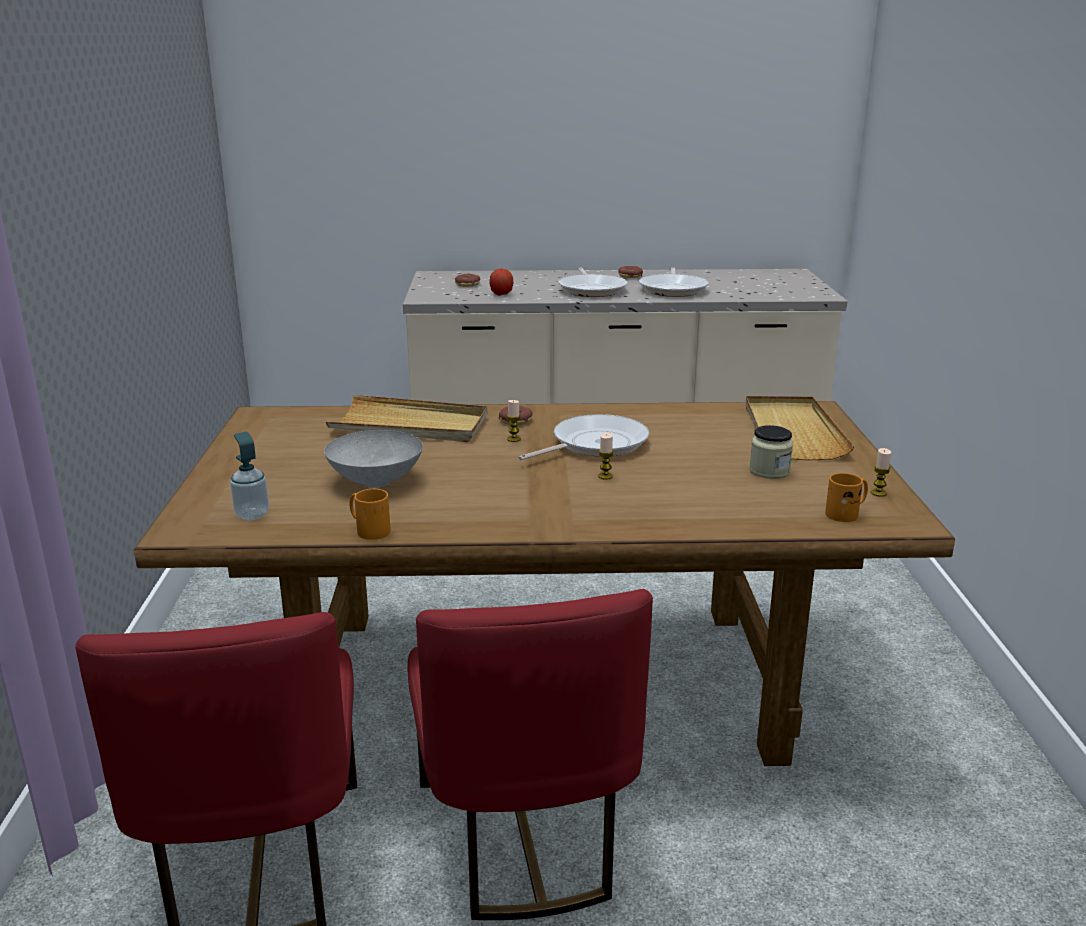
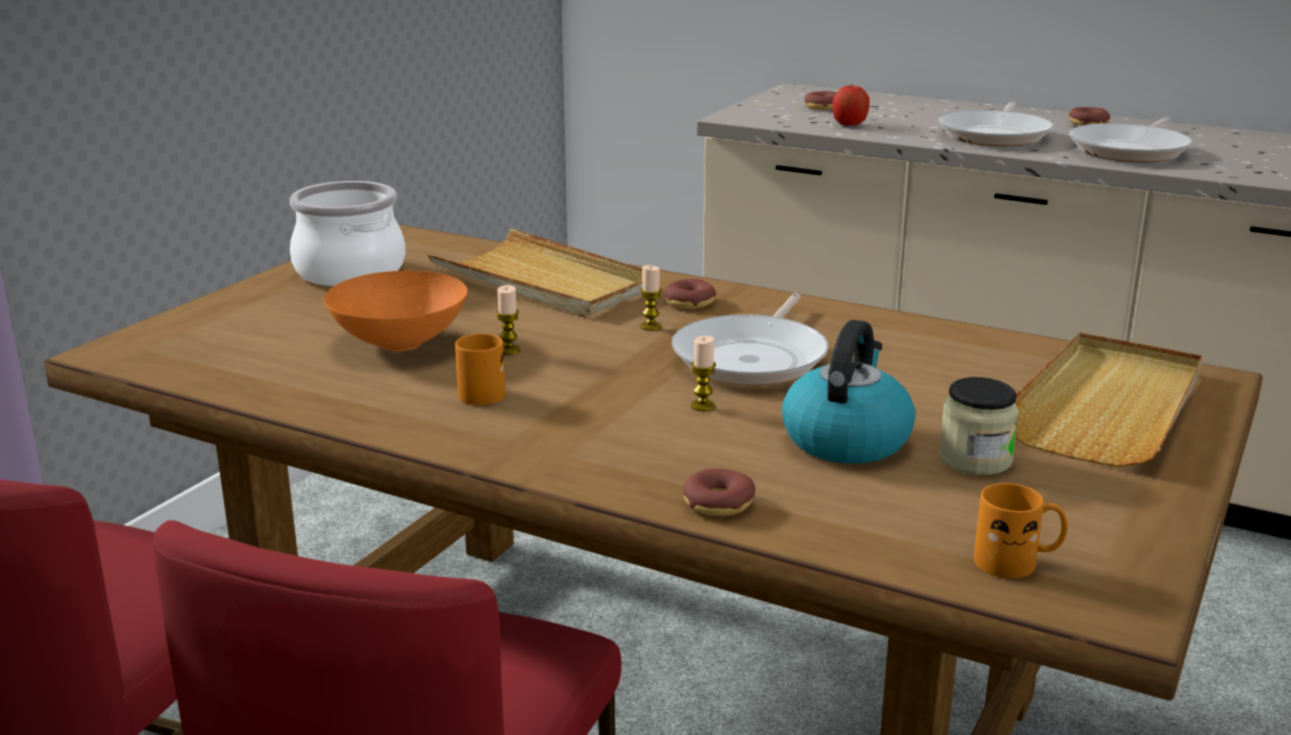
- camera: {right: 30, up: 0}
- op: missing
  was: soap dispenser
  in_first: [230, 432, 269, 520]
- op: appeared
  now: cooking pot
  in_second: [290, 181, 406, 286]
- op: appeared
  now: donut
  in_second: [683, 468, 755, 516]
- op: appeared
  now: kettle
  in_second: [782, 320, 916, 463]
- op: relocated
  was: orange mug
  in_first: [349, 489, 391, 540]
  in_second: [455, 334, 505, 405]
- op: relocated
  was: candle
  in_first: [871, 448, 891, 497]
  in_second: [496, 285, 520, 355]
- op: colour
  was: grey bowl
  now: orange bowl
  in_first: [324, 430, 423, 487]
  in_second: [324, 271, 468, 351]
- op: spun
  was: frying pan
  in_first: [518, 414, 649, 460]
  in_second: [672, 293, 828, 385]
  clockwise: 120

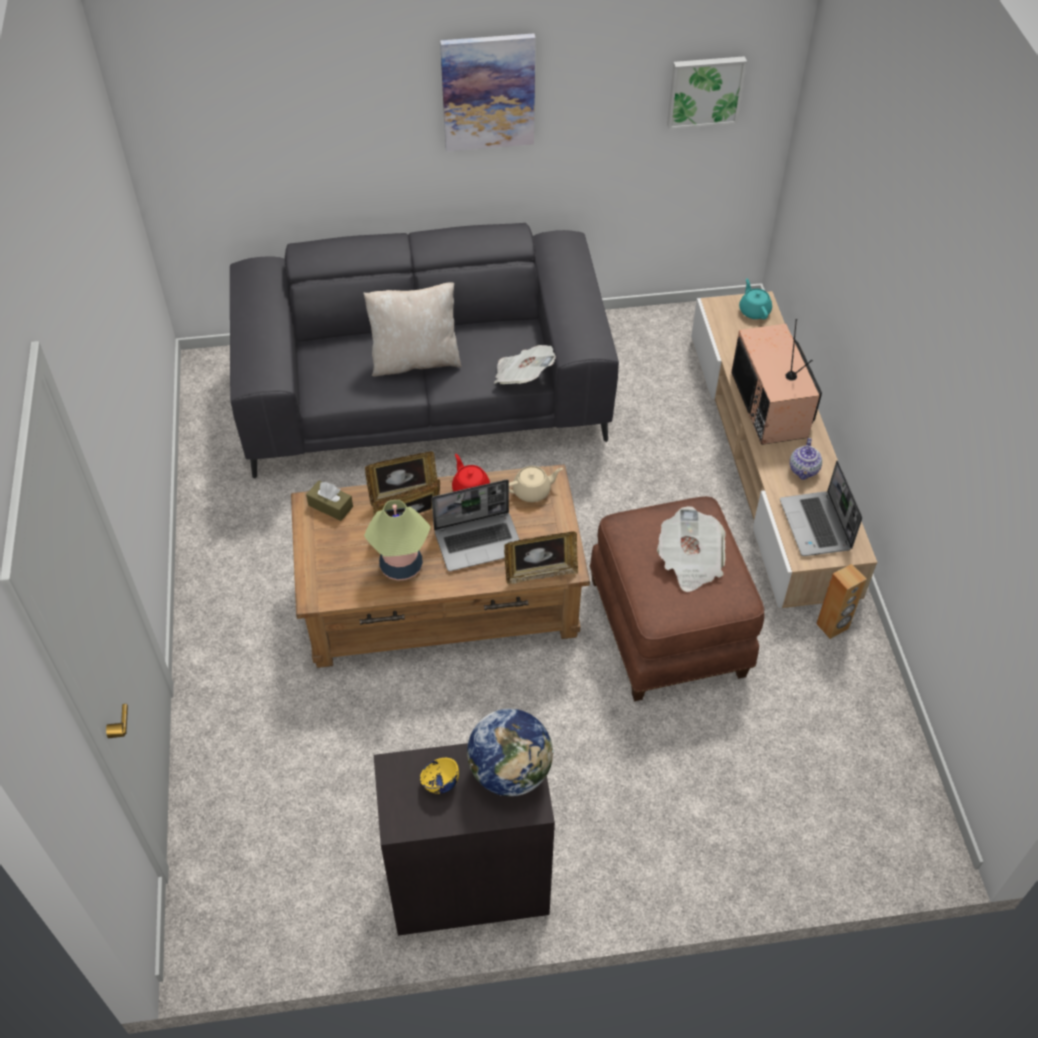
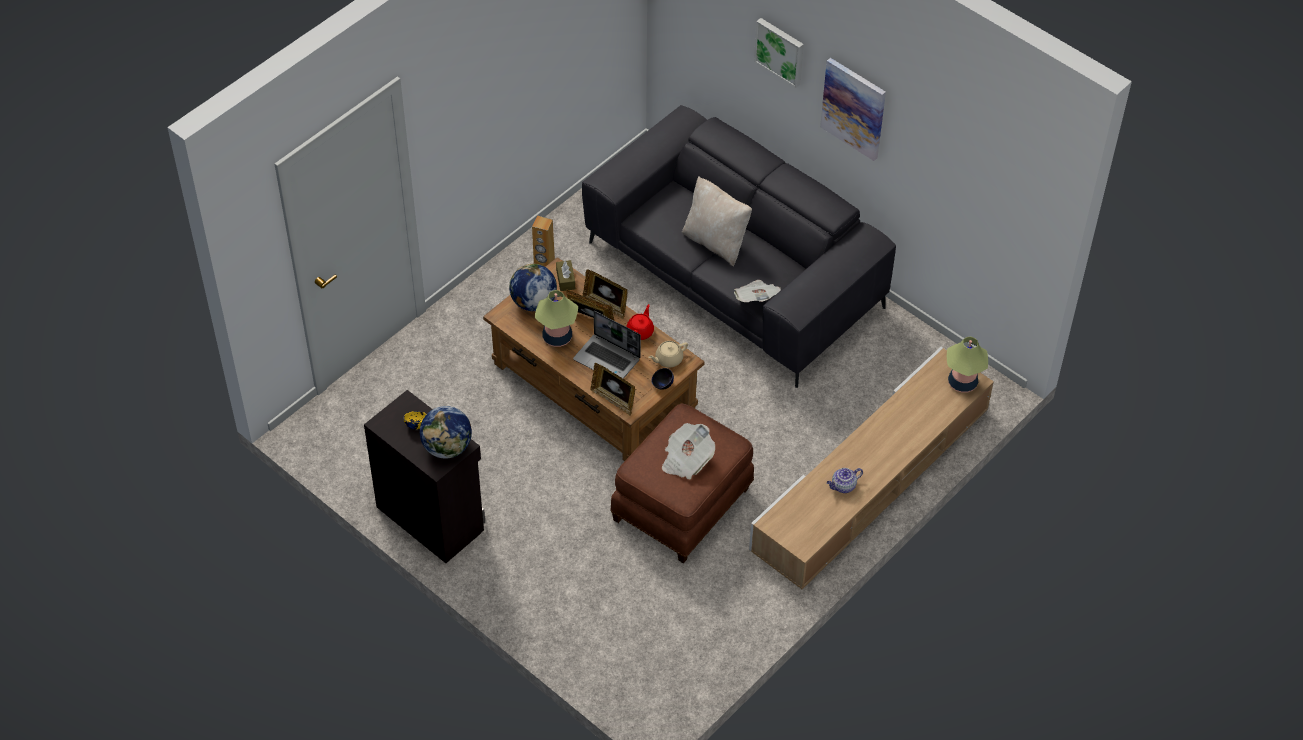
- camera: {right: 50, up: 0}
- op: missing
  was: television
  in_first: [731, 319, 822, 445]
- op: missing
  was: laptop
  in_first: [780, 460, 862, 556]
- op: appeared
  now: globe
  in_second: [509, 264, 557, 311]
- op: appeared
  now: black bowl
  in_second: [652, 368, 674, 390]
- op: relocated
  was: picture
  in_first: [667, 56, 747, 130]
  in_second: [754, 18, 804, 88]
- op: relocated
  was: brown speaker
  in_first: [816, 564, 867, 639]
  in_second: [532, 216, 555, 267]
- op: exchanged
  was: turquoise teapot
  now: table lamp
  in_first: [739, 278, 772, 319]
  in_second: [947, 337, 988, 393]
- op: spun
  was: beige teapot
  in_first: [509, 466, 563, 502]
  in_second: [648, 341, 688, 368]
  clockwise: 120

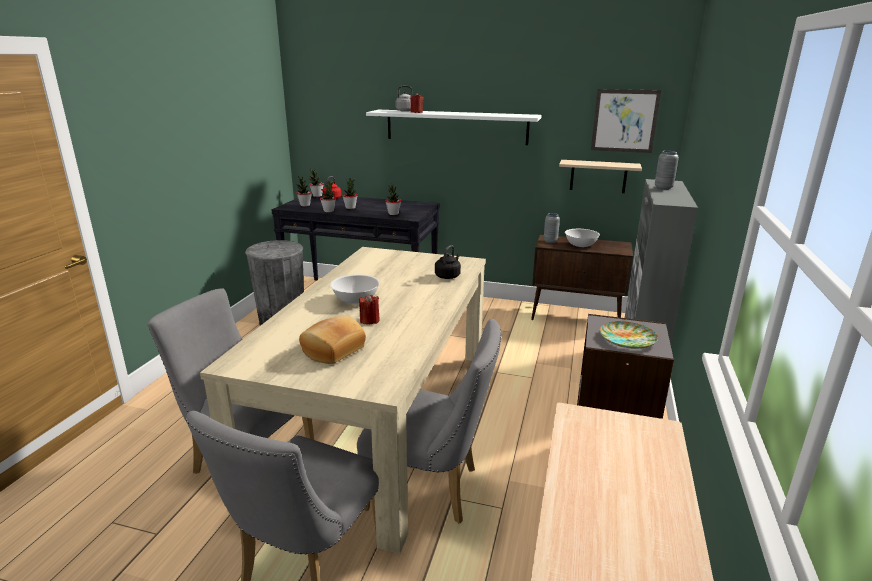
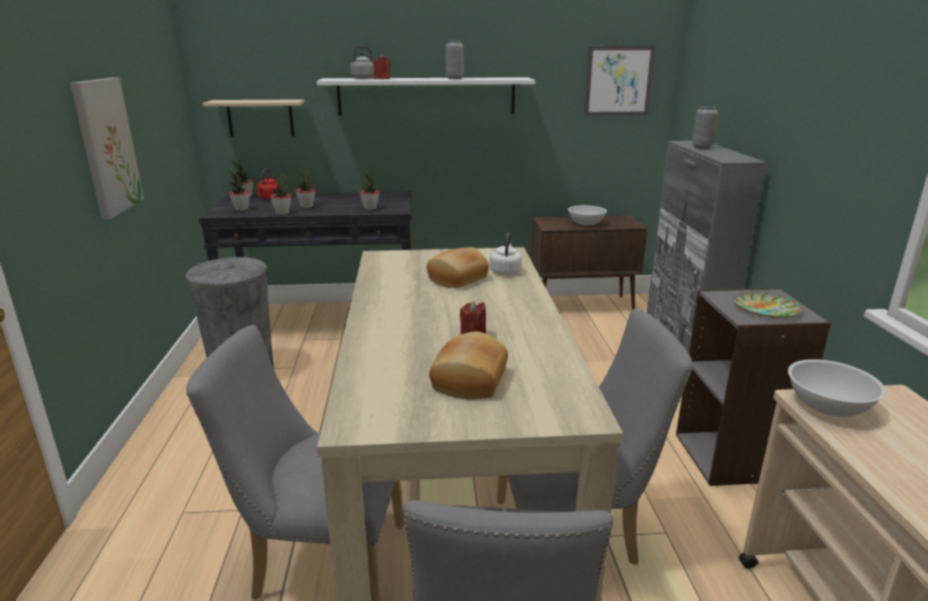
- camera: {right: -20, up: 0}
- op: appeared
  now: picture
  in_second: [70, 77, 144, 220]
- op: appeared
  now: bread
  in_second: [427, 247, 489, 288]
- op: relocated
  was: white bowl
  in_first: [330, 274, 380, 304]
  in_second: [788, 359, 886, 417]
- op: relocated
  was: grey vase
  in_first: [544, 213, 560, 243]
  in_second: [445, 41, 464, 79]
- op: relocated
  was: beige shelf
  in_first: [559, 160, 642, 193]
  in_second: [202, 99, 305, 137]
- op: colour
  was: black kettle
  now: white kettle
  in_first: [435, 245, 461, 279]
  in_second: [489, 233, 522, 275]

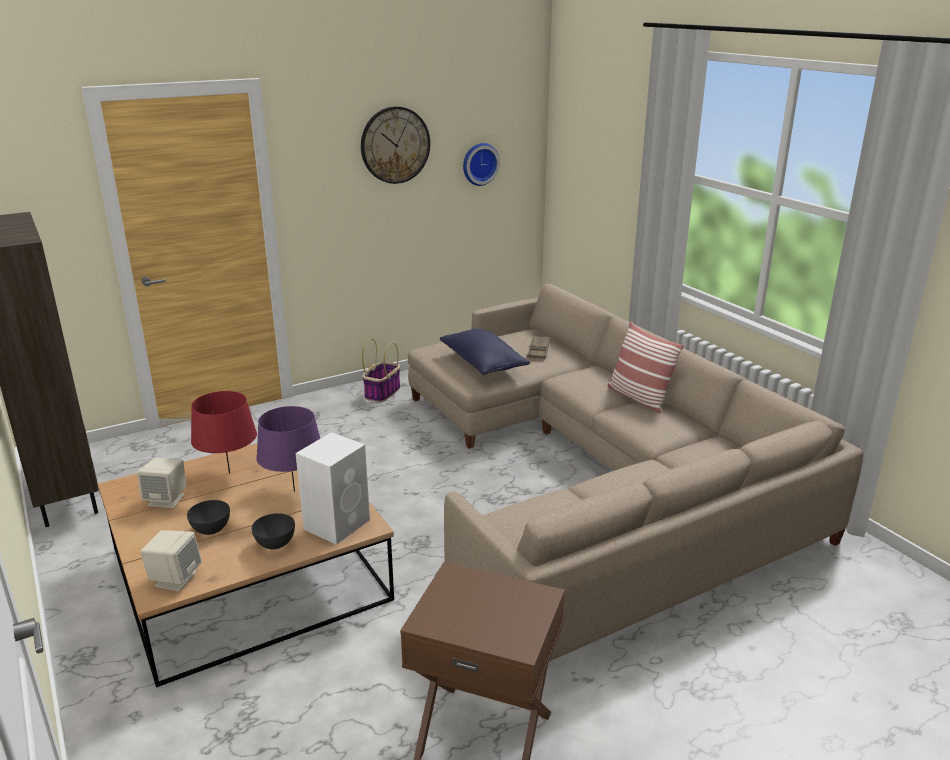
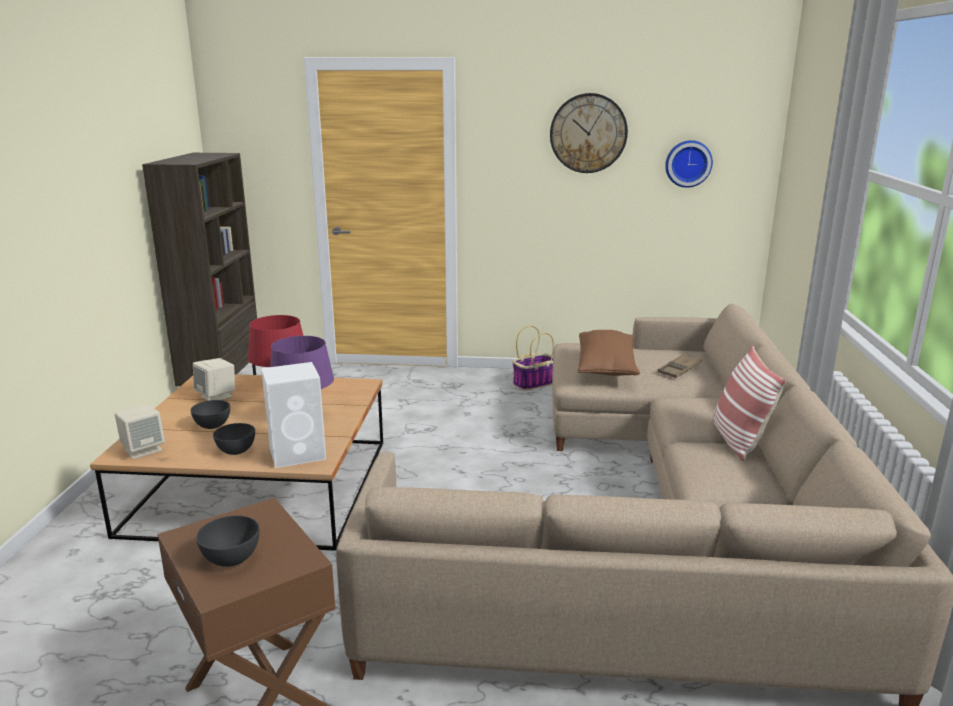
- camera: {right: 35, up: -5}
- op: appeared
  now: grey bowl
  in_second: [196, 515, 259, 567]
- op: colour
  was: blue pillow
  now: brown pillow
  in_first: [440, 328, 530, 375]
  in_second: [578, 330, 640, 376]

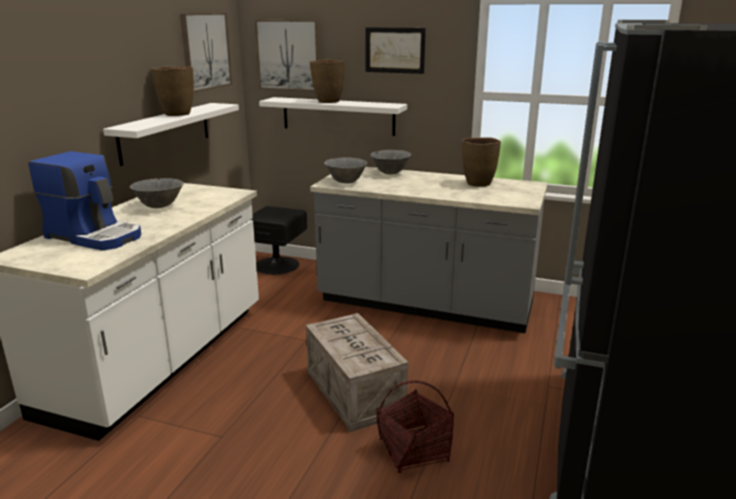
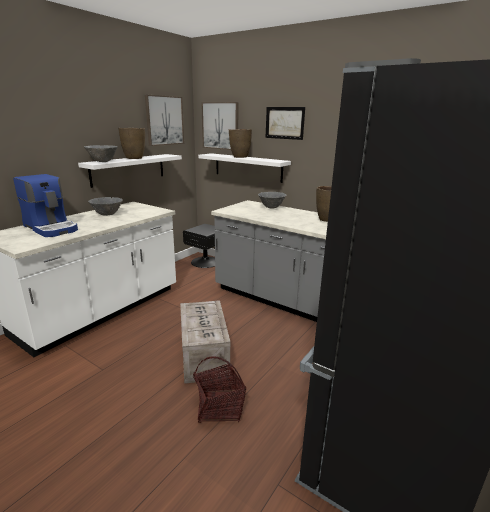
- camera: {right: 15, up: 0}
- op: relocated
  was: grey bowl
  in_first: [324, 158, 367, 183]
  in_second: [84, 145, 118, 162]

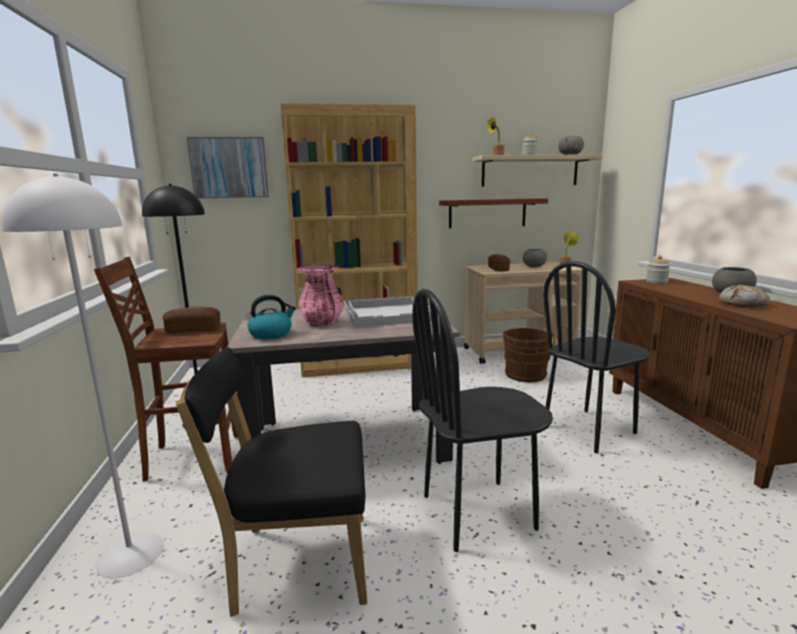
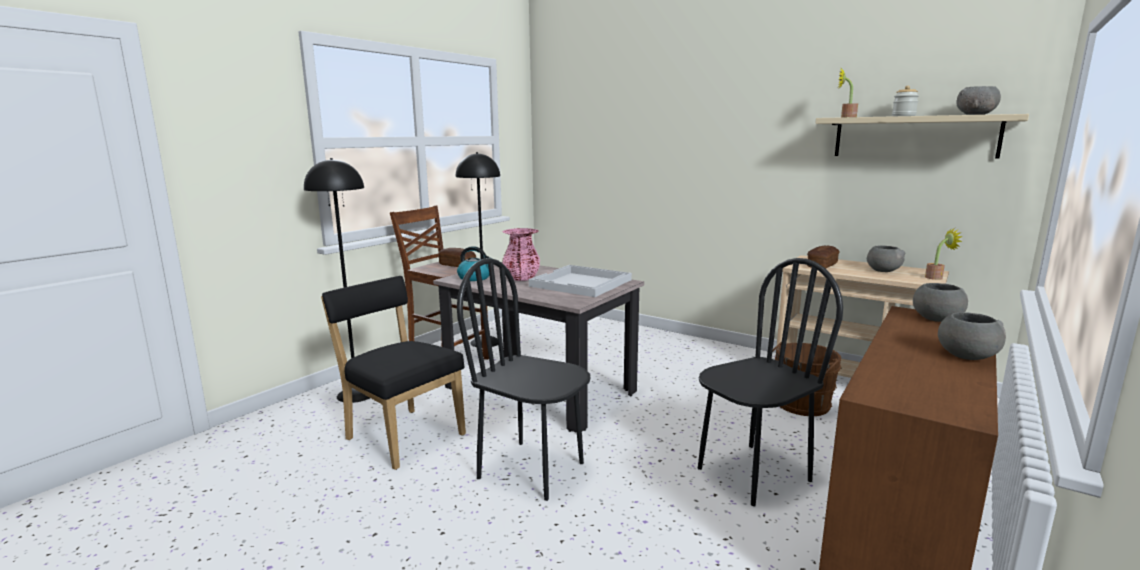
- camera: {right: 45, up: 0}
- op: missing
  was: picture
  in_first: [187, 137, 269, 198]
- op: missing
  was: brown bookcase
  in_first: [280, 103, 417, 377]
- op: missing
  was: brown shelf
  in_first: [439, 198, 548, 229]
- op: missing
  was: bread
  in_first: [719, 284, 770, 307]
- op: exchanged
  was: jar
  now: grey bowl
  in_first: [646, 255, 670, 284]
  in_second: [913, 283, 968, 322]
- op: colour
  was: white floor lamp
  now: black floor lamp
  in_first: [2, 174, 164, 578]
  in_second: [304, 158, 370, 403]
- op: spun
  was: black chair
  in_first: [543, 261, 650, 454]
  in_second: [698, 258, 843, 506]
  clockwise: 135

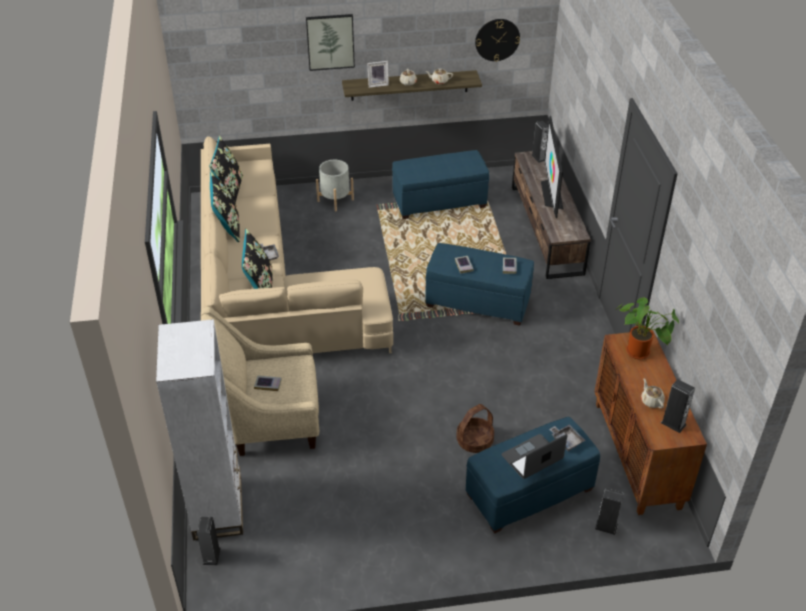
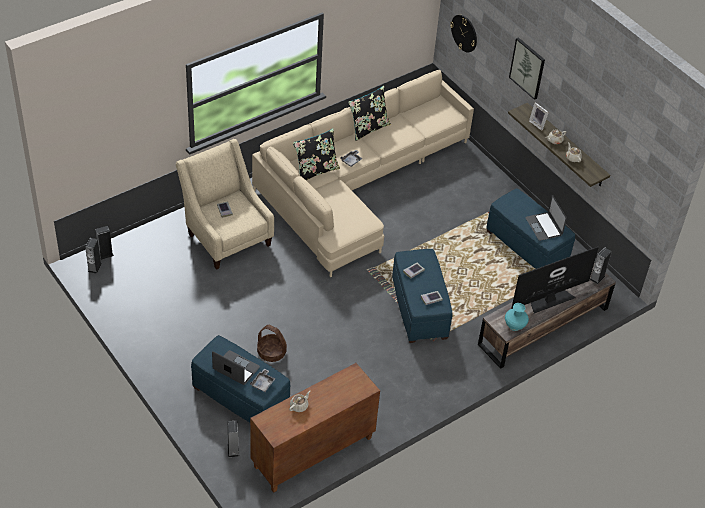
- camera: {right: 60, up: 5}
- op: missing
  was: white bookcase
  in_first: [156, 319, 243, 541]
- op: missing
  was: black pillow
  in_first: [209, 136, 243, 203]
- op: missing
  was: grey planter
  in_first: [316, 160, 354, 212]
- op: missing
  was: potted plant
  in_first: [615, 297, 679, 359]
- op: appeared
  now: turquoise vase
  in_second: [505, 303, 529, 331]
- op: appeared
  now: laptop
  in_second: [525, 195, 567, 241]
- op: relocated
  was: wall clock
  in_first: [475, 19, 520, 62]
  in_second: [450, 15, 477, 52]
- op: relocated
  was: speaker
  in_first: [661, 379, 695, 433]
  in_second: [85, 238, 102, 274]

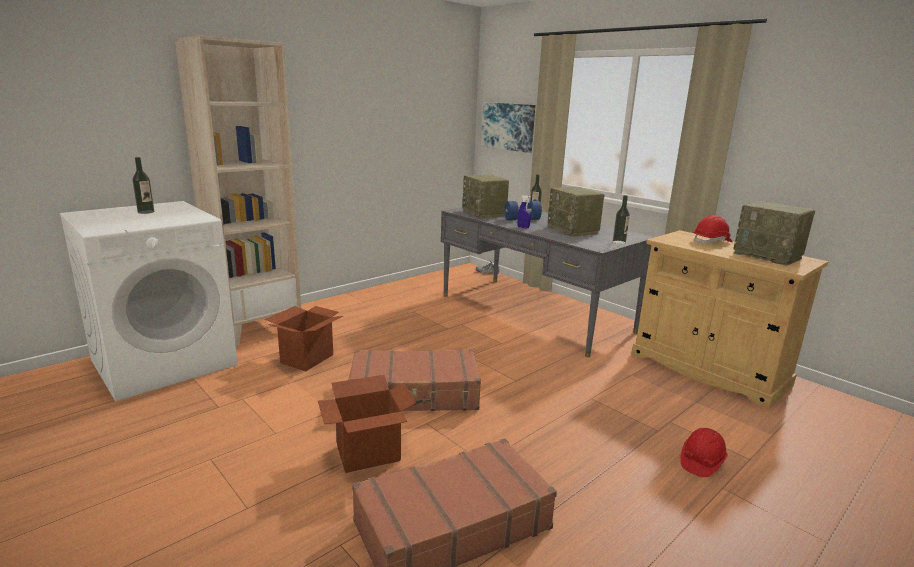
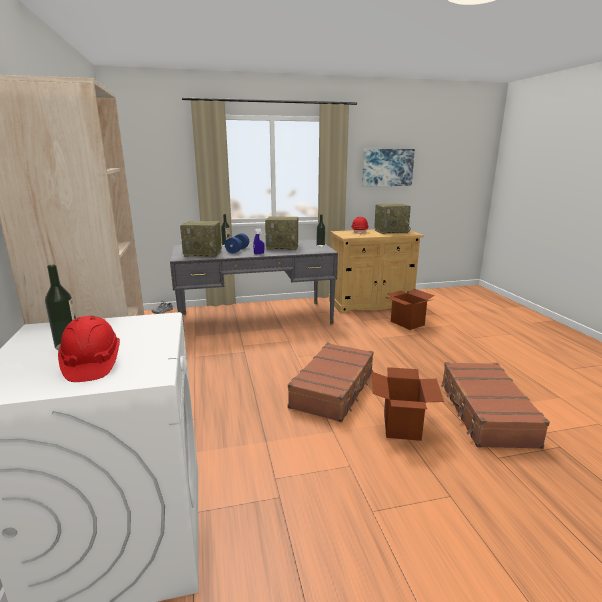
- camera: {right: -60, up: 0}
- op: relocated
  was: cardboard box
  in_first: [265, 306, 343, 371]
  in_second: [385, 289, 434, 330]
- op: relocated
  was: picture
  in_first: [481, 102, 535, 153]
  in_second: [362, 149, 415, 187]
- op: relocated
  was: red hard hat
  in_first: [680, 428, 728, 477]
  in_second: [58, 316, 120, 382]

